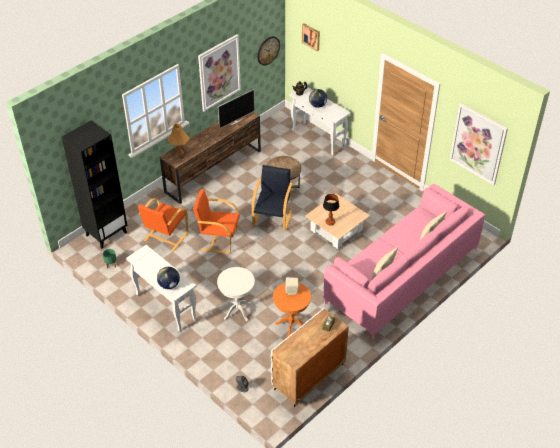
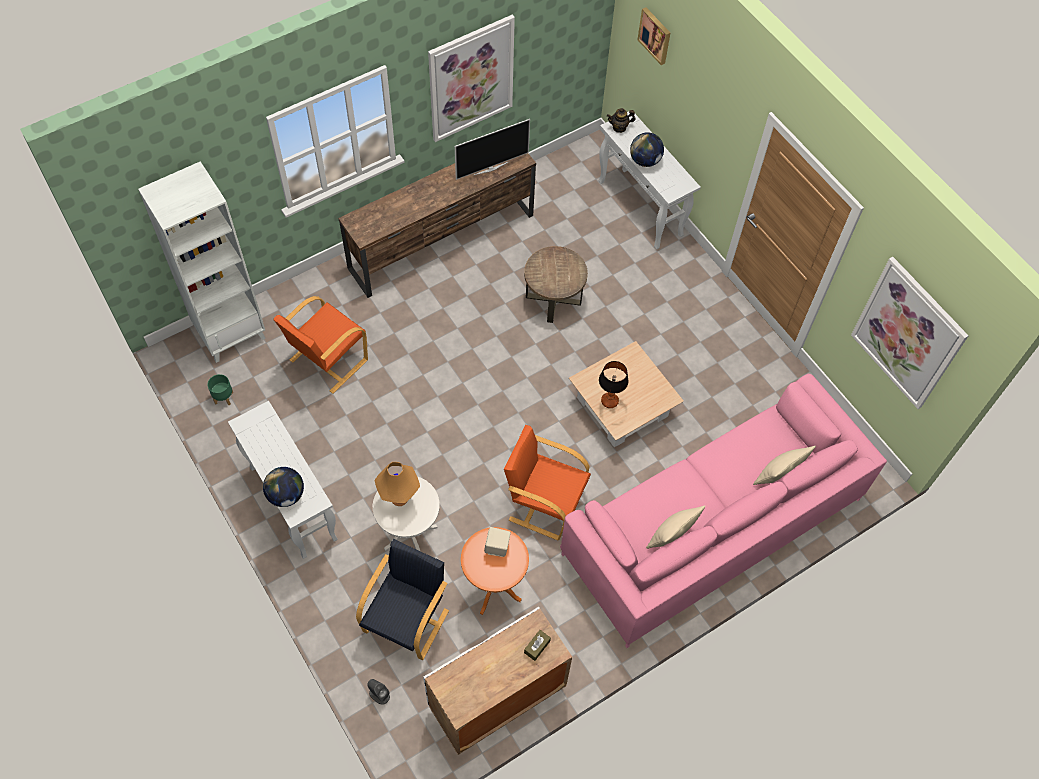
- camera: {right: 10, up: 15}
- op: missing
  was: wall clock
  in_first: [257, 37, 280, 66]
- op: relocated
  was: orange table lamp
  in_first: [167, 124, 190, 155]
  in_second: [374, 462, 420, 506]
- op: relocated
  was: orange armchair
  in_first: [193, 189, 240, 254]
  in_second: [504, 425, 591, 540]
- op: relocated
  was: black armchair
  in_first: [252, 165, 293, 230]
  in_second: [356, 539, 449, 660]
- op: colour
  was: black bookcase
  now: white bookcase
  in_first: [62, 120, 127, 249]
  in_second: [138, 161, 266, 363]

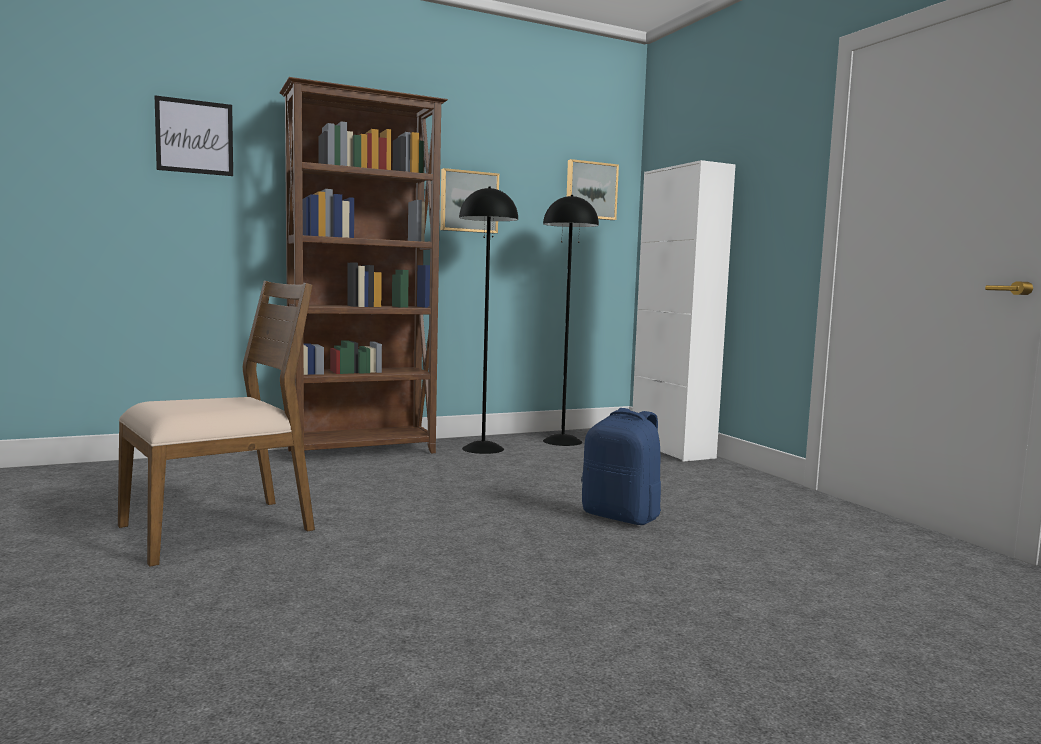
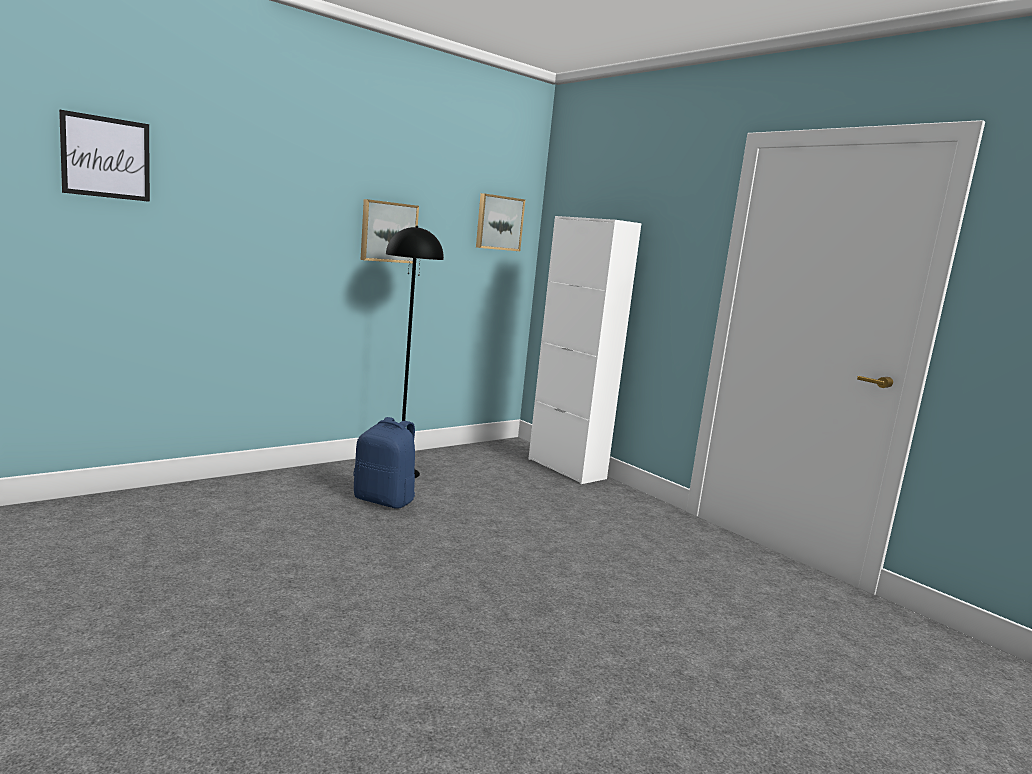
- camera: {right: -15, up: 5}
- op: missing
  was: brown chair
  in_first: [118, 281, 315, 567]
- op: missing
  was: brown bookcase
  in_first: [279, 77, 448, 453]
- op: missing
  was: black floor lamp
  in_first: [543, 195, 599, 446]
- op: relocated
  was: blue backpack
  in_first: [581, 408, 661, 525]
  in_second: [354, 417, 415, 509]

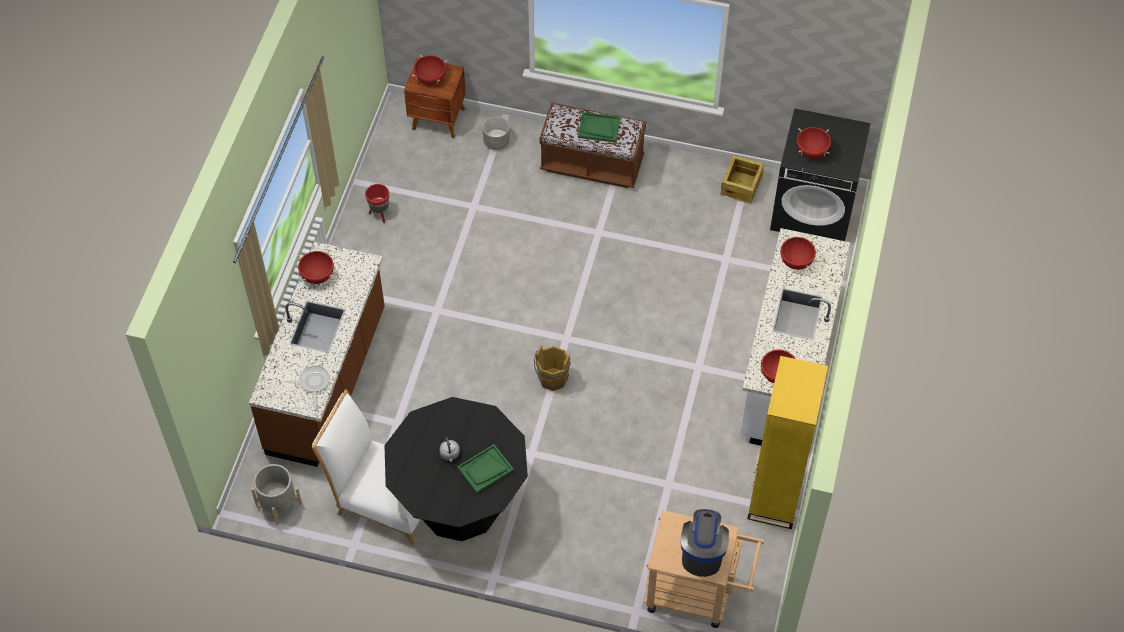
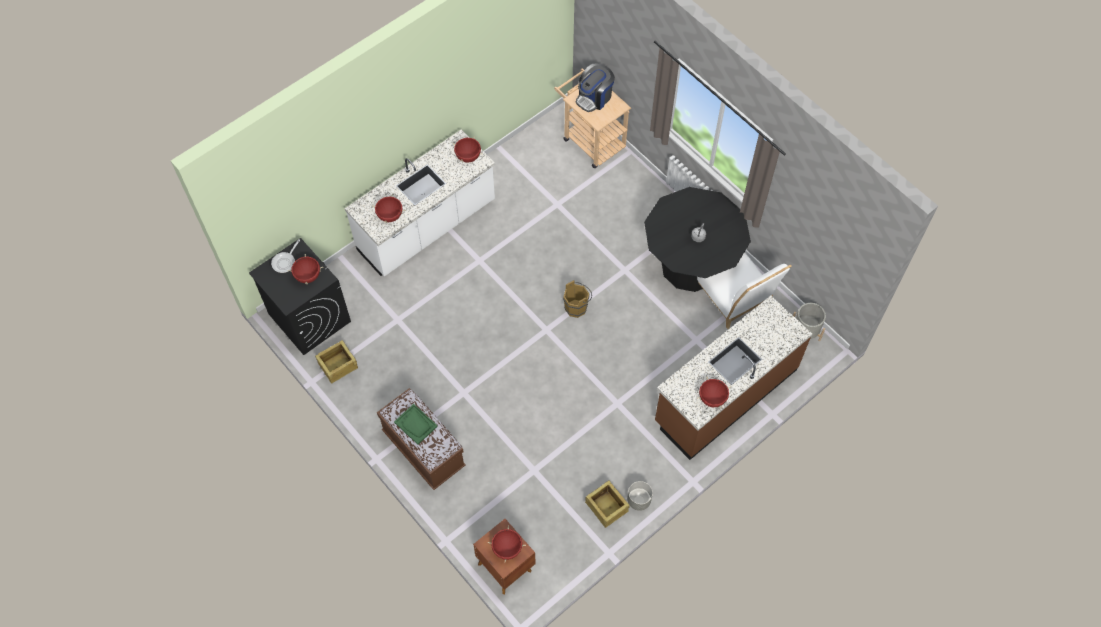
- camera: {right: -145, up: 5}
- op: missing
  was: green tray
  in_first: [457, 444, 514, 494]
- op: missing
  was: yellow bookcase
  in_first: [747, 356, 828, 529]
- op: relocated
  was: frying pan
  in_first: [299, 365, 330, 411]
  in_second: [271, 239, 300, 273]
- op: relocated
  was: grey planter
  in_first: [483, 116, 510, 150]
  in_second: [627, 481, 653, 511]
- op: exchanged
  was: red planter
  now: crate
  in_first: [365, 184, 389, 223]
  in_second: [585, 480, 630, 528]

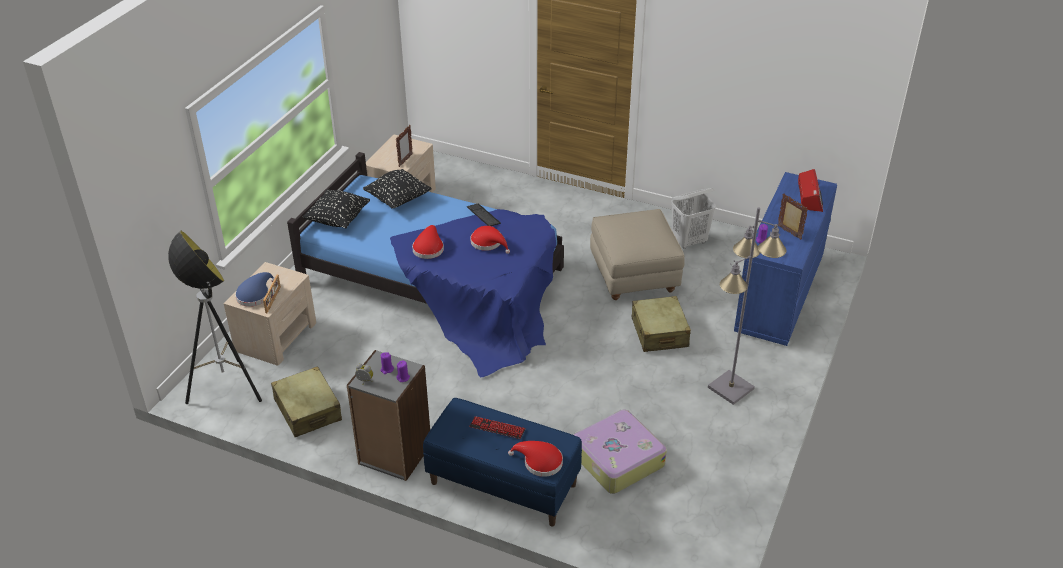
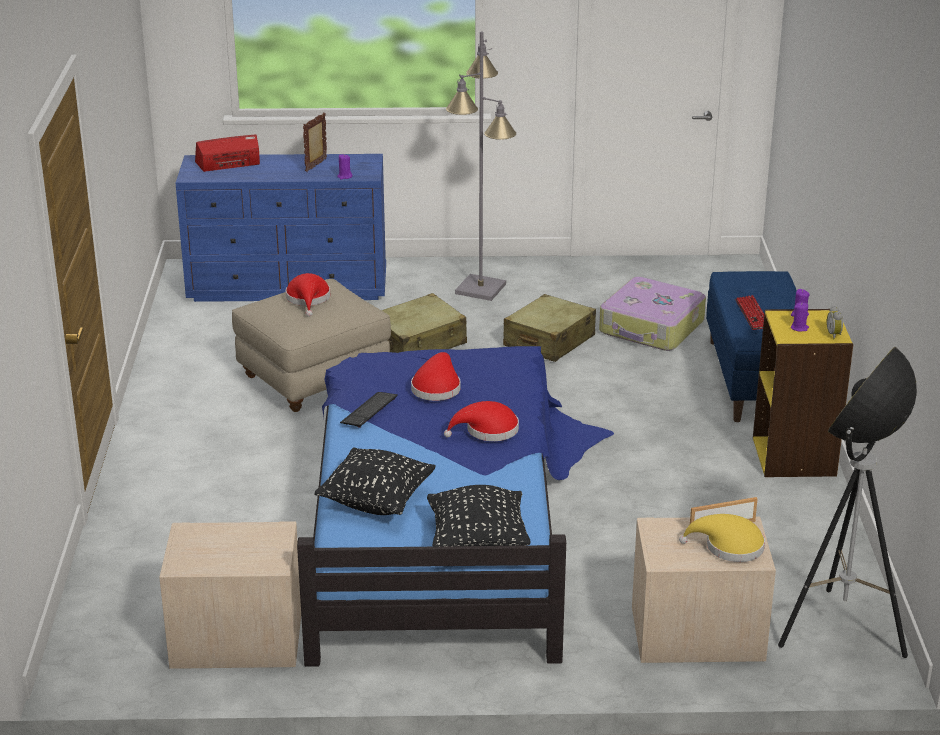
- camera: {right: -115, up: -10}
- op: missing
  was: picture frame
  in_first: [396, 125, 413, 167]
- op: missing
  was: white laundry basket
  in_first: [671, 188, 716, 249]
- op: relocated
  was: beige suitcase
  in_first: [271, 366, 342, 437]
  in_second: [503, 294, 596, 362]
- op: relocated
  was: red hat
  in_first: [508, 441, 563, 477]
  in_second: [286, 273, 330, 317]
- op: colour
  was: blue hat
  now: yellow hat
  in_first: [235, 272, 275, 307]
  in_second: [679, 514, 765, 562]
- op: colour
  was: grey bookcase
  now: yellow bookcase
  in_first: [347, 350, 430, 481]
  in_second: [753, 309, 853, 477]

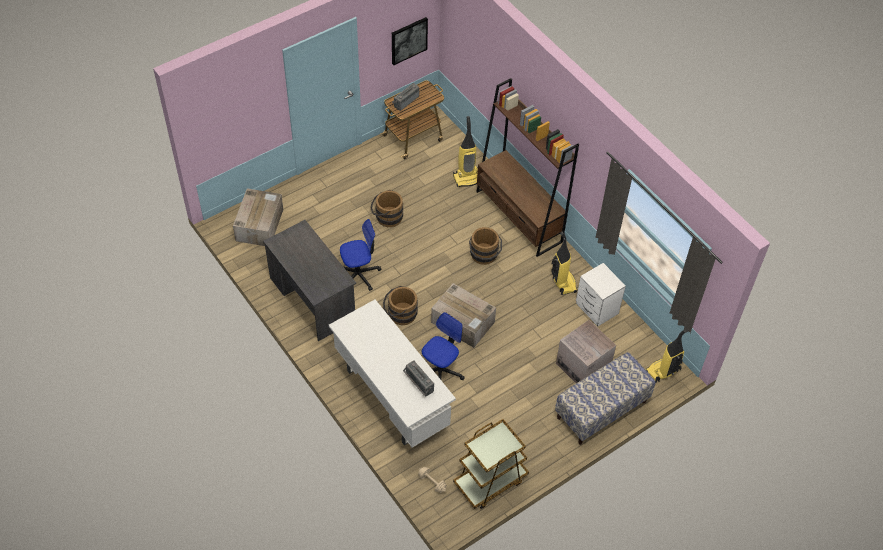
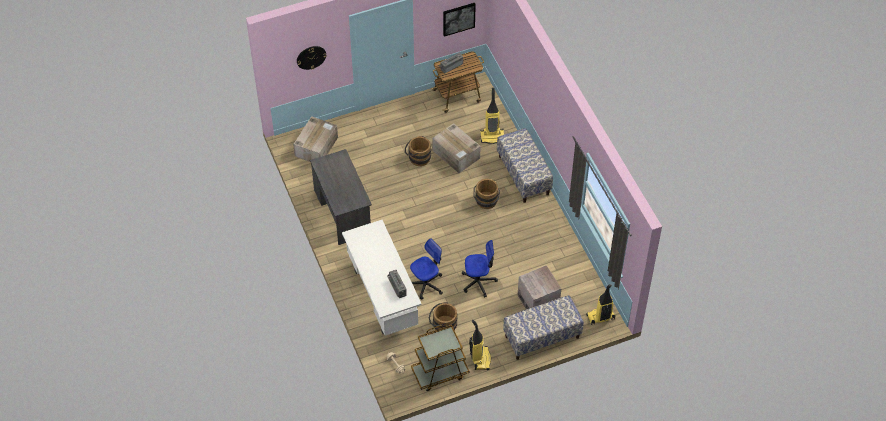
- camera: {right: 15, up: 0}
- op: missing
  was: white nightstand
  in_first: [576, 263, 626, 327]
- op: appeared
  now: wall clock
  in_second: [297, 46, 326, 70]
- op: relocated
  was: office chair
  in_first: [340, 219, 381, 291]
  in_second: [462, 240, 498, 298]
- op: relocated
  was: brown bucket
  in_first: [383, 286, 418, 325]
  in_second: [429, 302, 457, 331]
- op: relocated
  was: cardboard box
  in_first: [431, 283, 496, 348]
  in_second: [432, 123, 481, 173]
- op: relocated
  was: vacuum cleaner
  in_first: [551, 232, 577, 295]
  in_second: [469, 320, 491, 370]
- op: exchanged
  was: brown bookcase
  now: bench
  in_first: [476, 78, 579, 257]
  in_second: [497, 128, 553, 203]

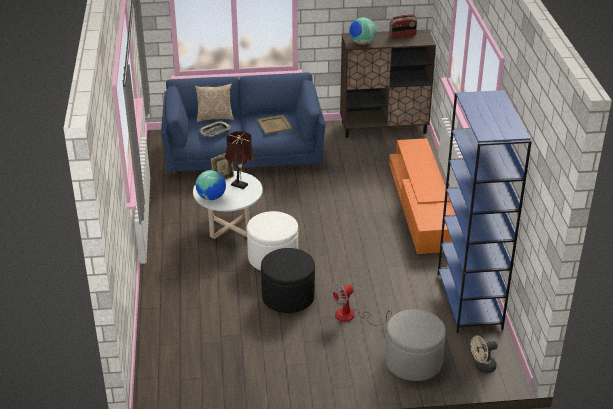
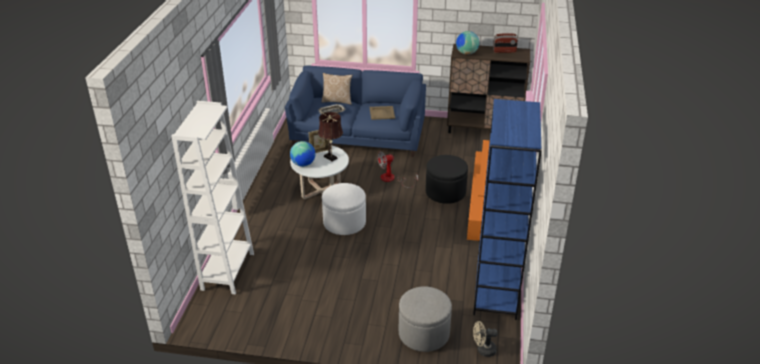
- camera: {right: 15, up: 0}
- op: appeared
  now: white bookcase
  in_second: [171, 101, 254, 295]
- op: relocated
  was: black ottoman
  in_first: [261, 248, 315, 313]
  in_second: [425, 155, 468, 204]
- op: relocated
  was: fan
  in_first: [331, 283, 392, 326]
  in_second: [377, 151, 418, 188]

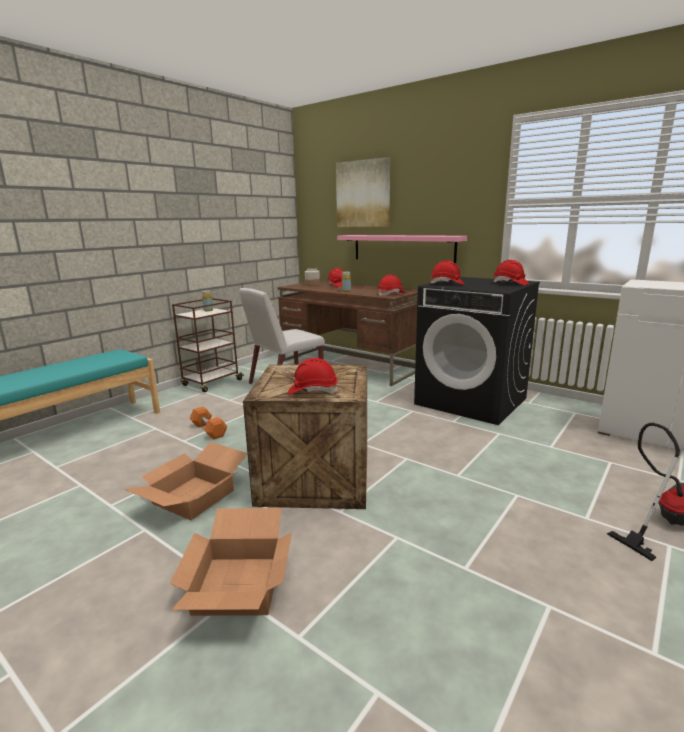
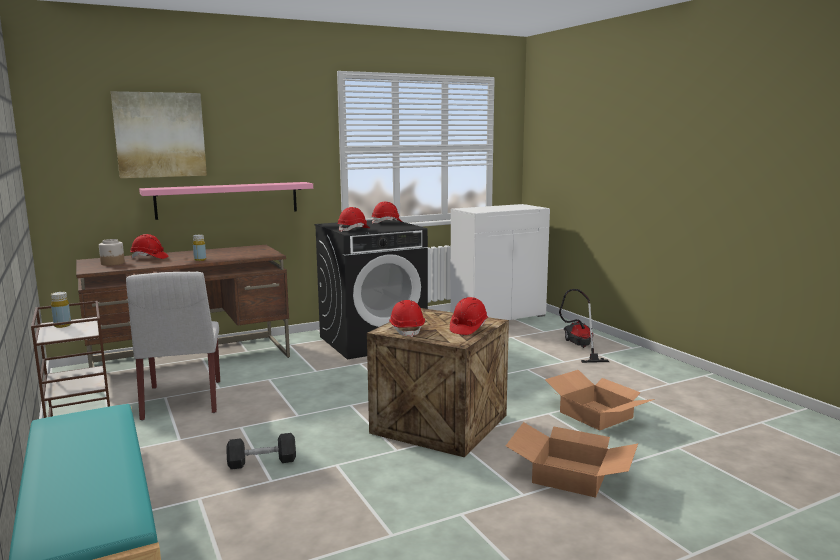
- camera: {right: -65, up: -5}
- op: relocated
  was: cardboard box
  in_first: [124, 442, 248, 520]
  in_second: [545, 370, 655, 431]
- op: relocated
  was: red hard hat
  in_first: [378, 275, 405, 296]
  in_second: [389, 300, 425, 337]
- op: colour
  was: orange dumbbell
  now: grey dumbbell
  in_first: [189, 407, 227, 440]
  in_second: [226, 433, 296, 470]

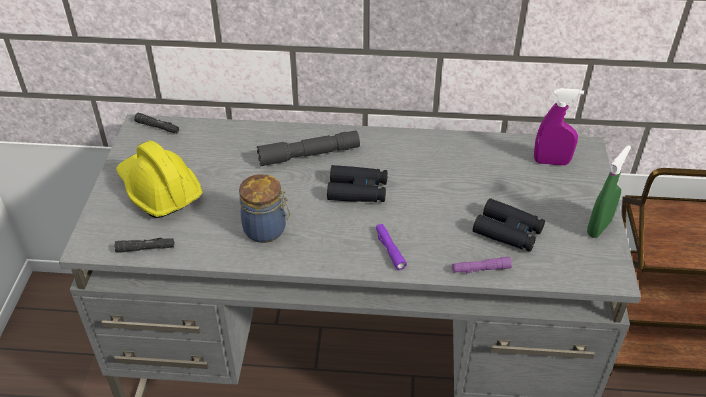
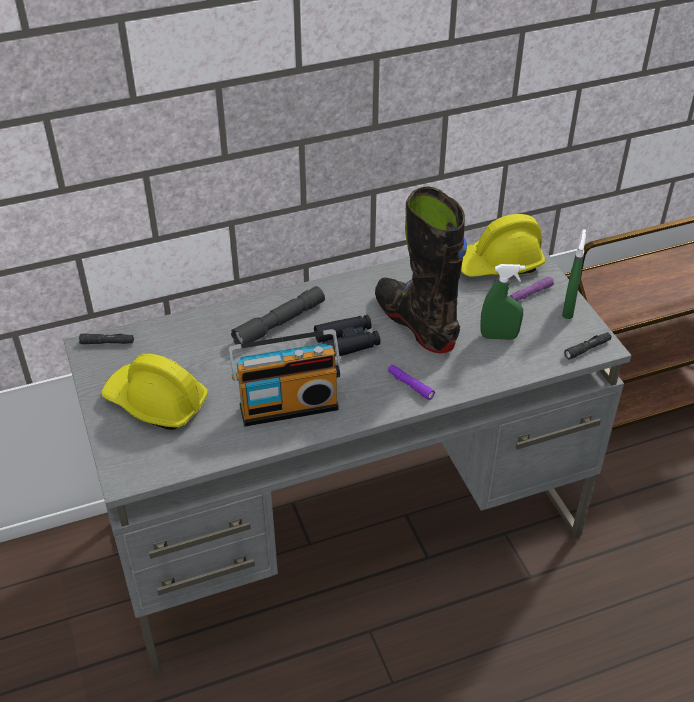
- camera: {right: -25, up: 0}
- op: appeared
  now: black boot
  in_second: [375, 187, 467, 354]
- op: relocated
  was: black flashlight
  in_first: [114, 238, 175, 253]
  in_second: [564, 332, 612, 360]
- op: relocated
  was: purple flashlight
  in_first: [452, 257, 512, 273]
  in_second: [510, 276, 554, 301]
- op: exchanged
  was: jar
  now: radio
  in_first: [239, 174, 290, 243]
  in_second: [228, 329, 342, 426]
- op: exchanged
  was: black binoculars
  now: green spray bottle
  in_first: [473, 198, 545, 252]
  in_second: [480, 264, 525, 340]
- op: exchanged
  was: purple spray bottle
  now: yellow hard hat
  in_first: [534, 88, 584, 166]
  in_second: [461, 214, 545, 277]

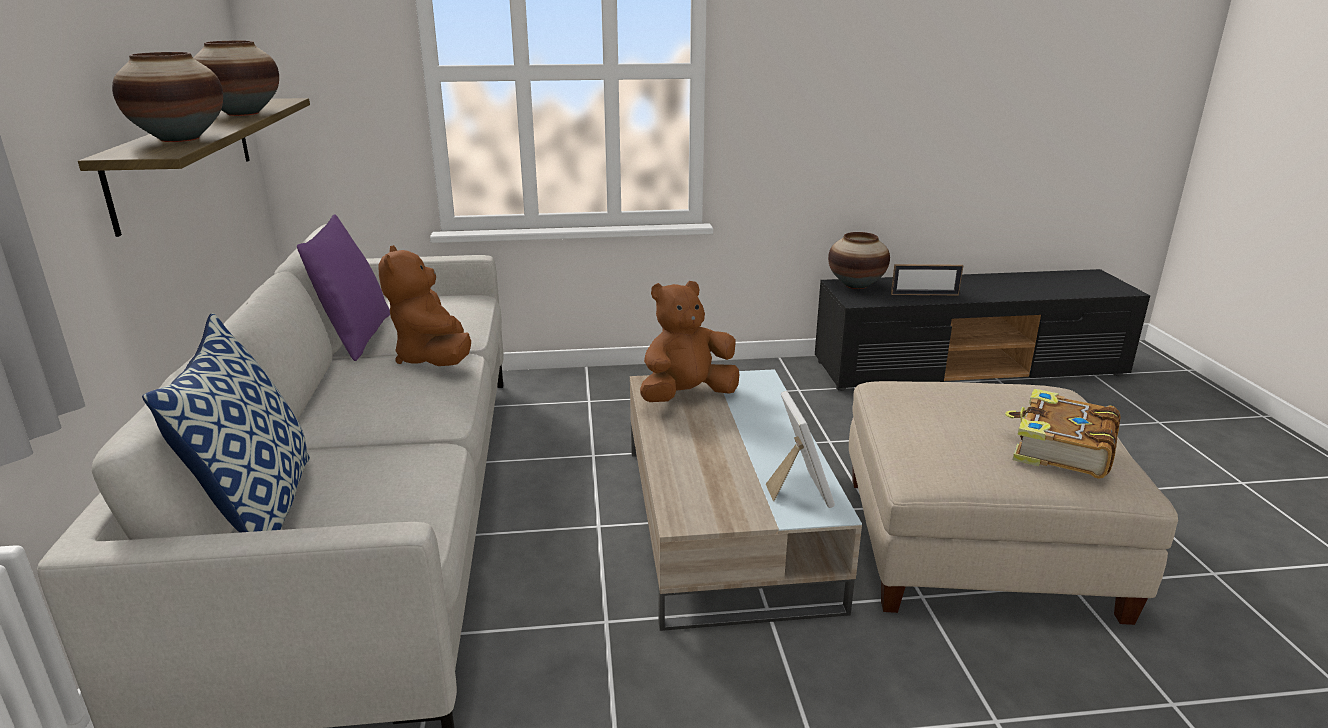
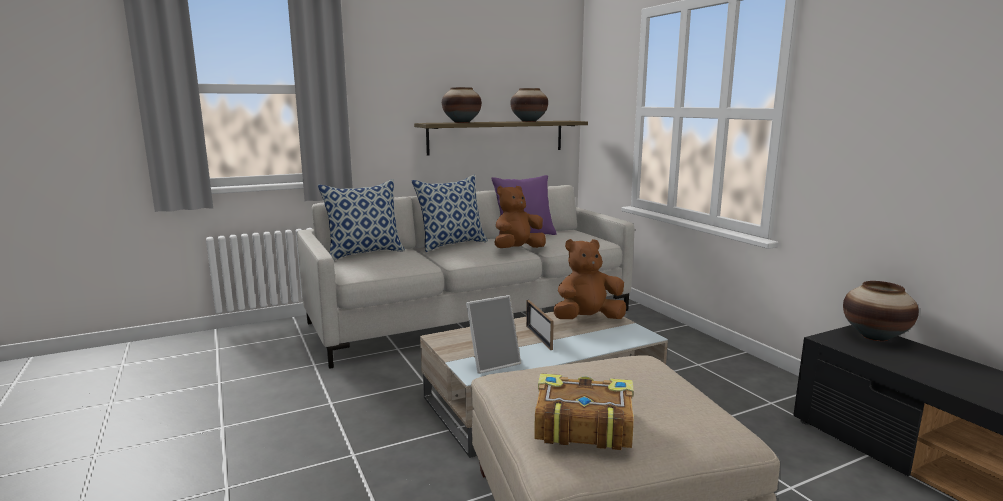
- camera: {right: 70, up: -10}
- op: appeared
  now: pillow
  in_second: [412, 175, 488, 252]
- op: relocated
  was: picture frame
  in_first: [891, 264, 963, 295]
  in_second: [526, 300, 554, 350]
- op: spun
  was: brown plush toy
  in_first: [640, 281, 739, 402]
  in_second: [554, 239, 626, 319]
  clockwise: -60

